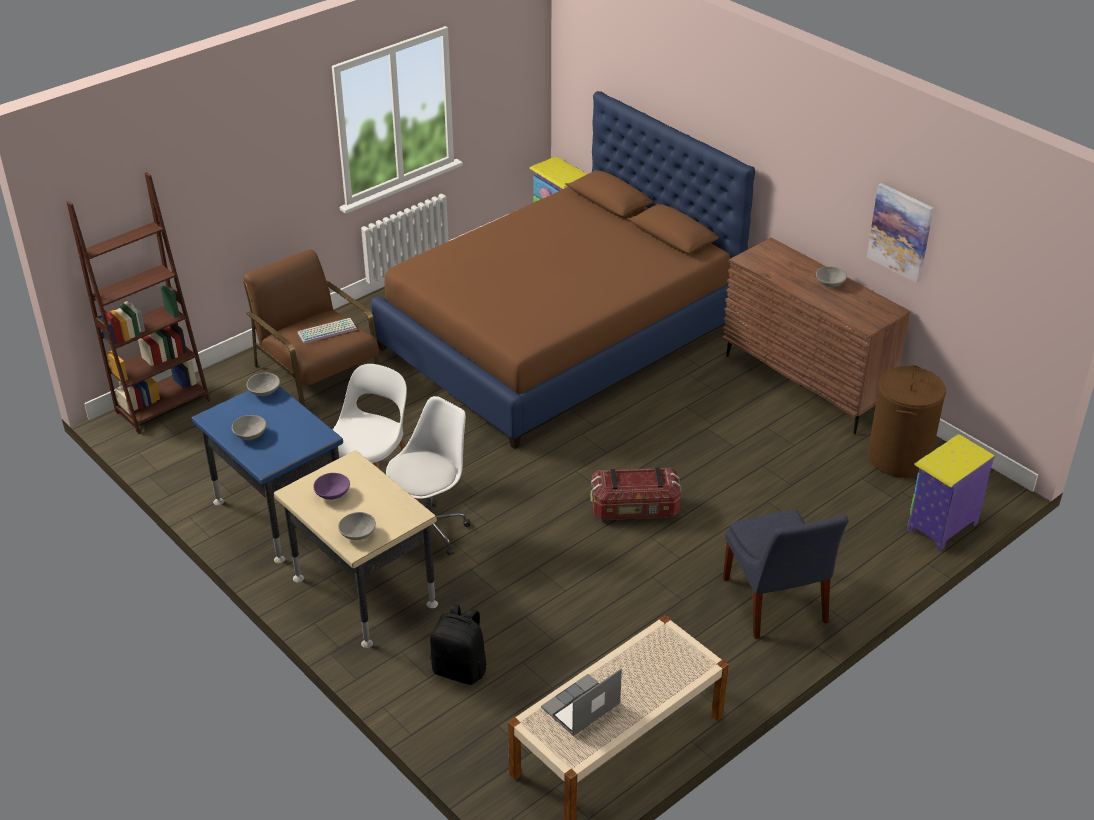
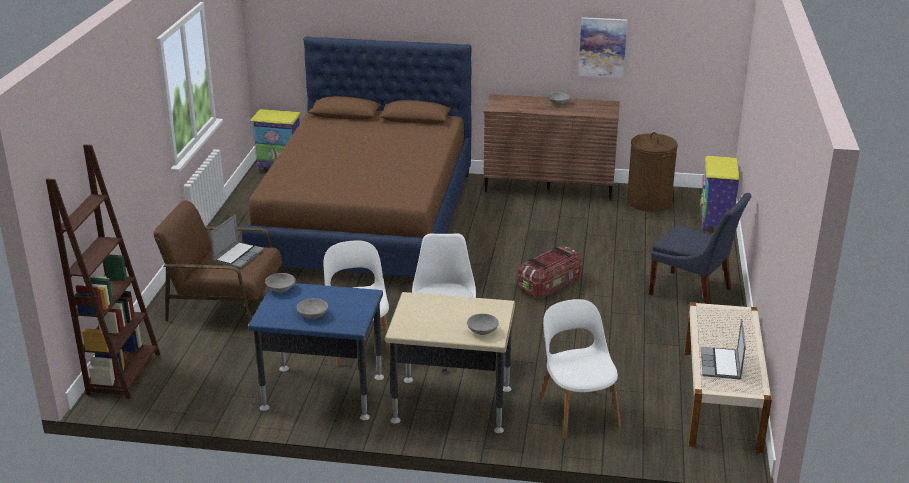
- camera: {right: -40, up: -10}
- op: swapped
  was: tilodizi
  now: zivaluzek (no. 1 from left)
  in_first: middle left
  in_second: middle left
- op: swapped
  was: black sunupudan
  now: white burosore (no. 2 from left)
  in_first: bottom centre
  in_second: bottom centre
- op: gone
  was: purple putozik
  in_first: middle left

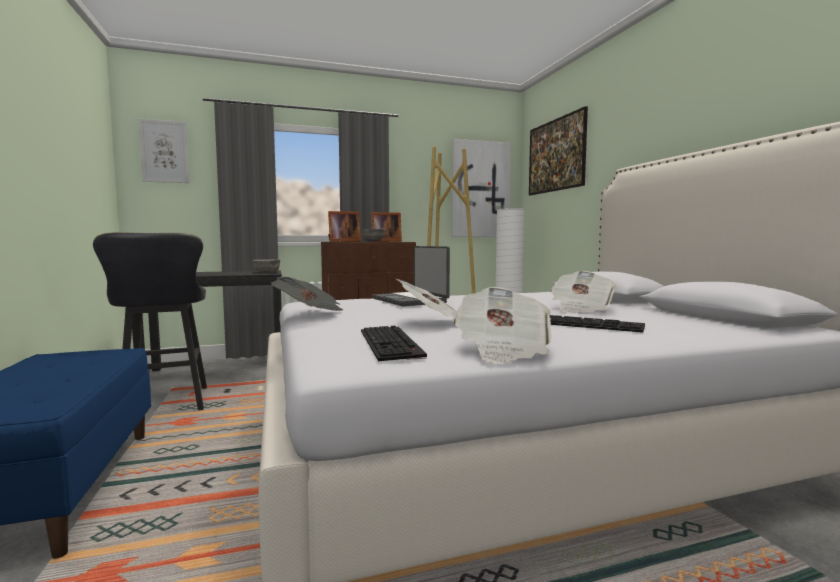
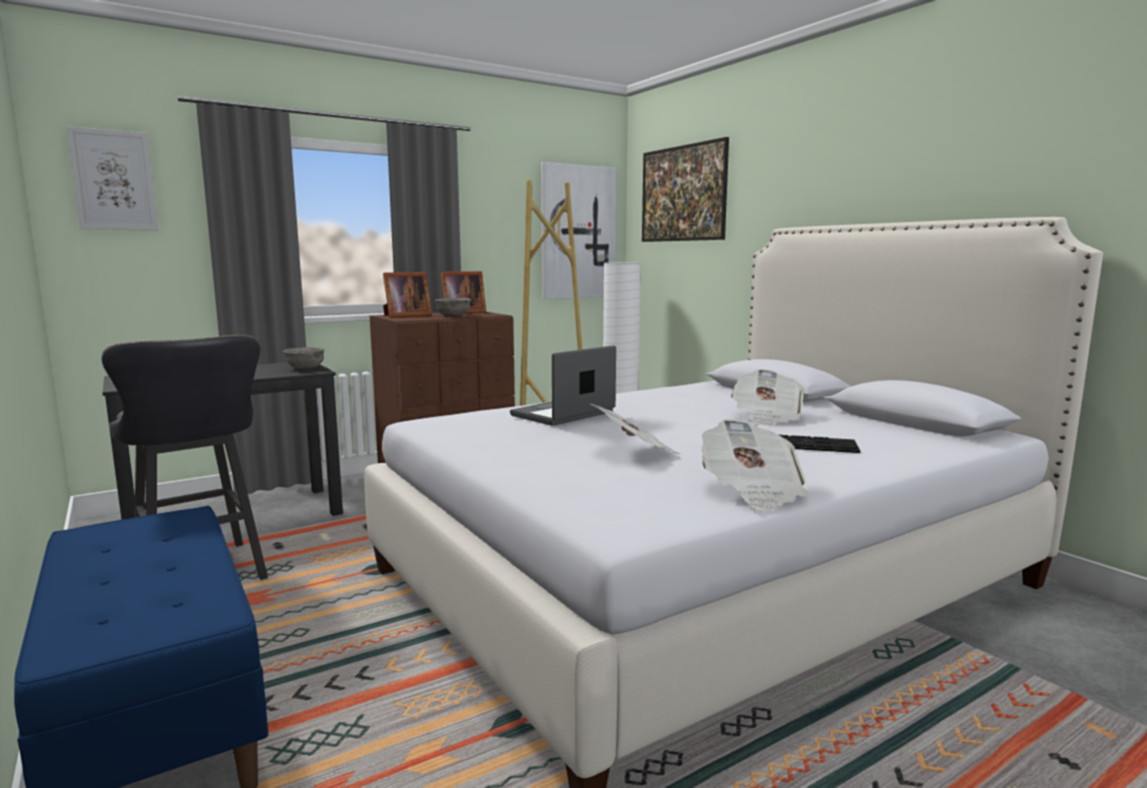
- camera: {right: -15, up: 5}
- op: rotated
  was: zivaluzek
  in_first: centre
  in_second: centre
  clockwise: 90
- op: gone
  was: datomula (no. 1 from left)
  in_first: centre
- op: gone
  was: tilodizi (no. 1 from left)
  in_first: centre

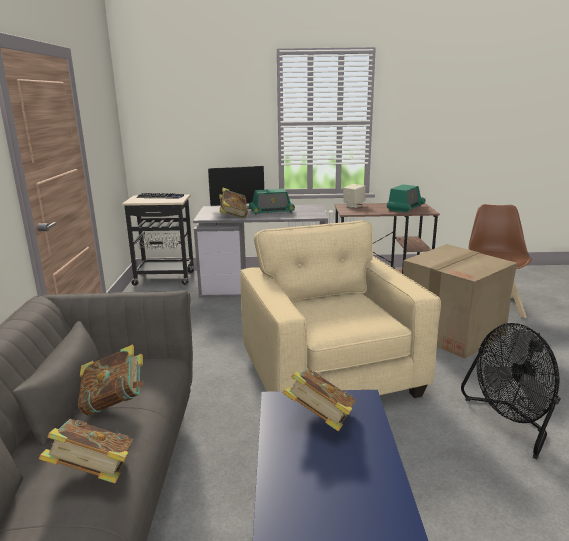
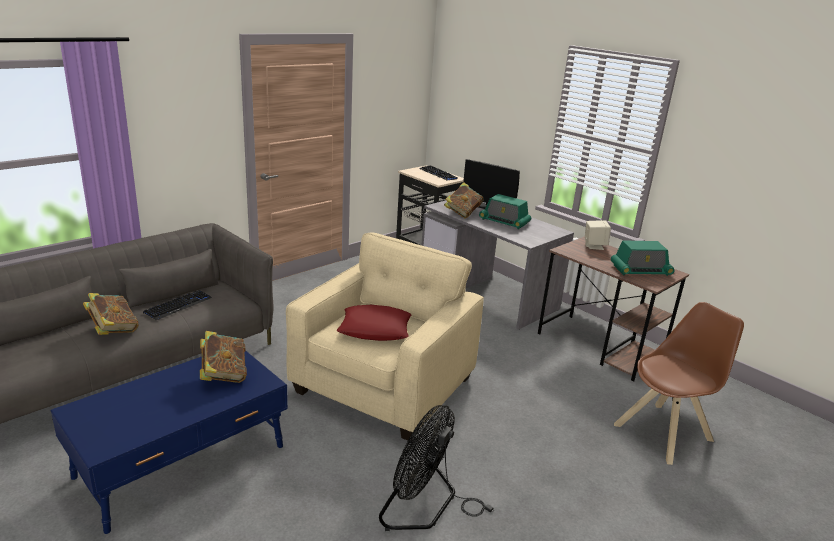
- camera: {right: 45, up: 5}
- op: swapped
  was: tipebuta (no. 2 from left)
  now: tilodizi (no. 1 from left)
  in_first: bottom left
  in_second: middle left
- op: new
  now: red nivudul
  in_second: centre
- op: gone
  was: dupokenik
  in_first: middle right

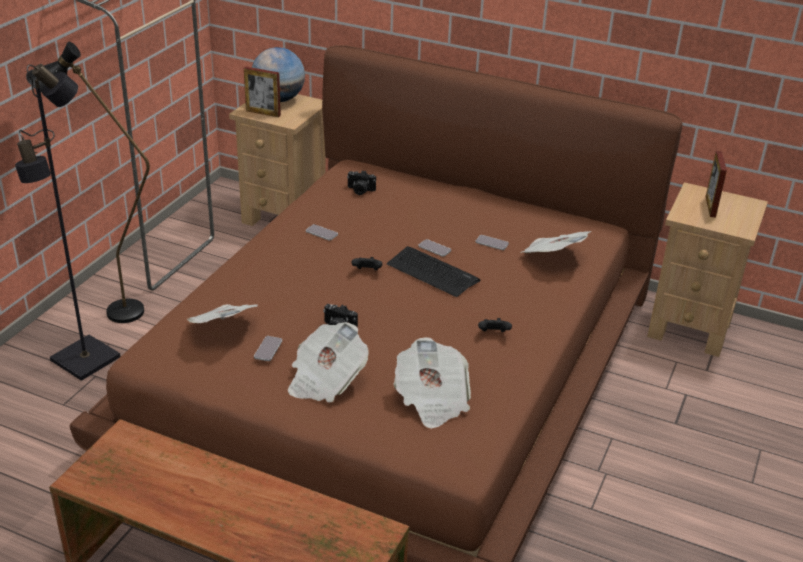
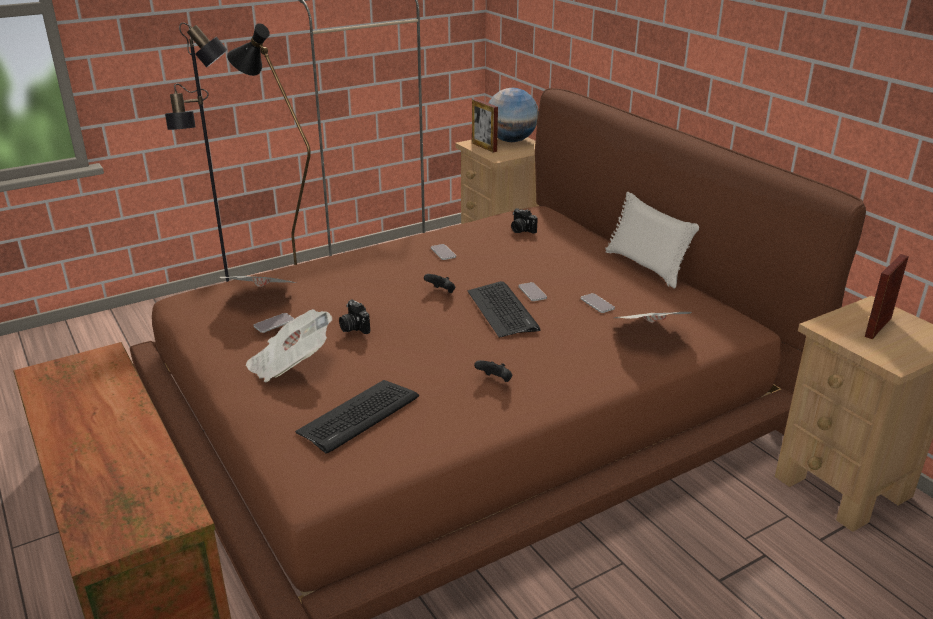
- camera: {right: 35, up: -5}
- op: swapped
  was: datomula (no. 3 from left)
  now: tilodizi (no. 1 from left)
  in_first: bottom centre
  in_second: bottom centre
- op: new
  now: white nivudul
  in_second: middle right

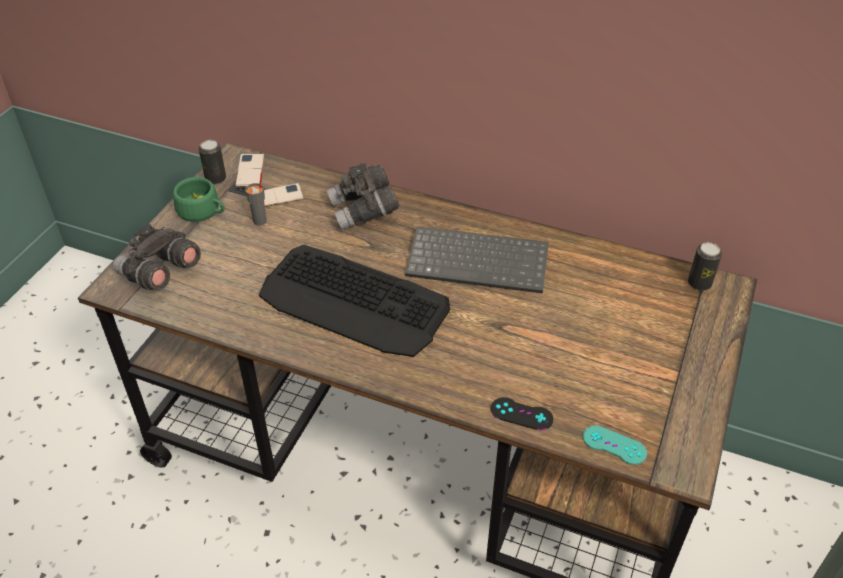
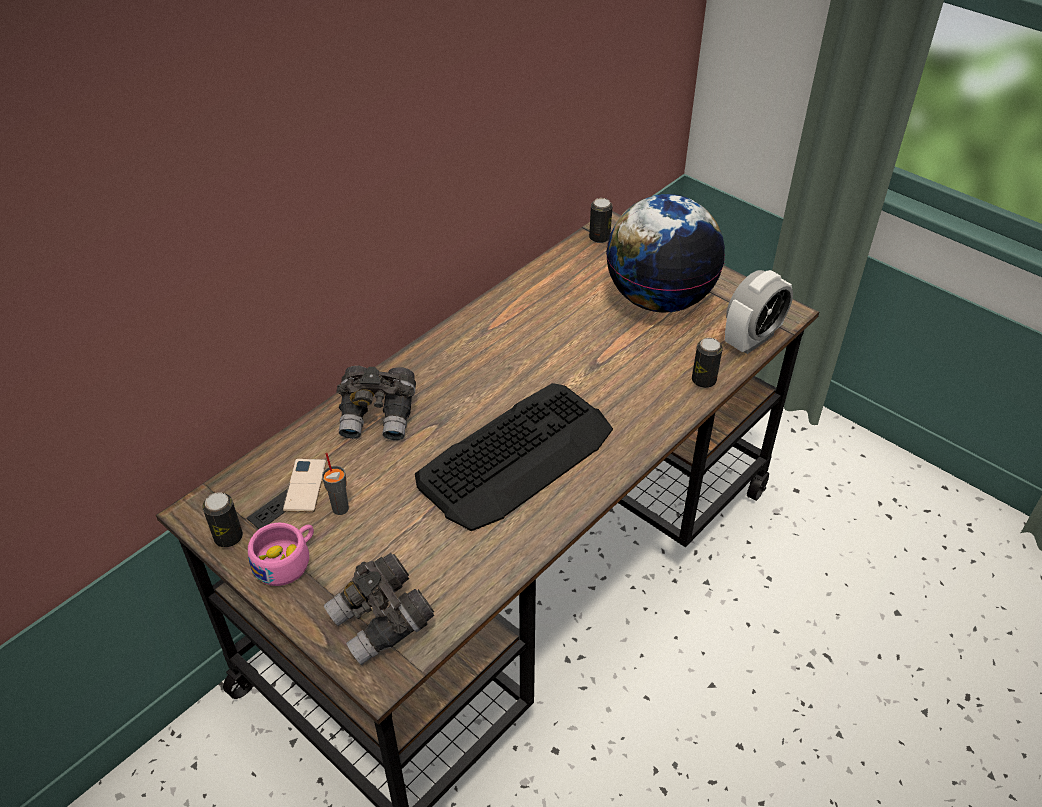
- camera: {right: -70, up: 0}
- op: repainted
  was: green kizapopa
  now: pink kizapopa
  in_first: middle left
  in_second: bottom left
- op: new
  now: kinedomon
  in_second: top centre
- op: swapped
  was: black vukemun
  now: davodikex (no. 3 from left)
  in_first: bottom centre
  in_second: middle right
- op: swapped
  was: turquoise vukemun
  now: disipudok
  in_first: bottom right
  in_second: middle right
- op: gone
  was: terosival (no. 1 from left)
  in_first: top left
- op: gone
  was: tilodizi (no. 2 from left)
  in_first: centre

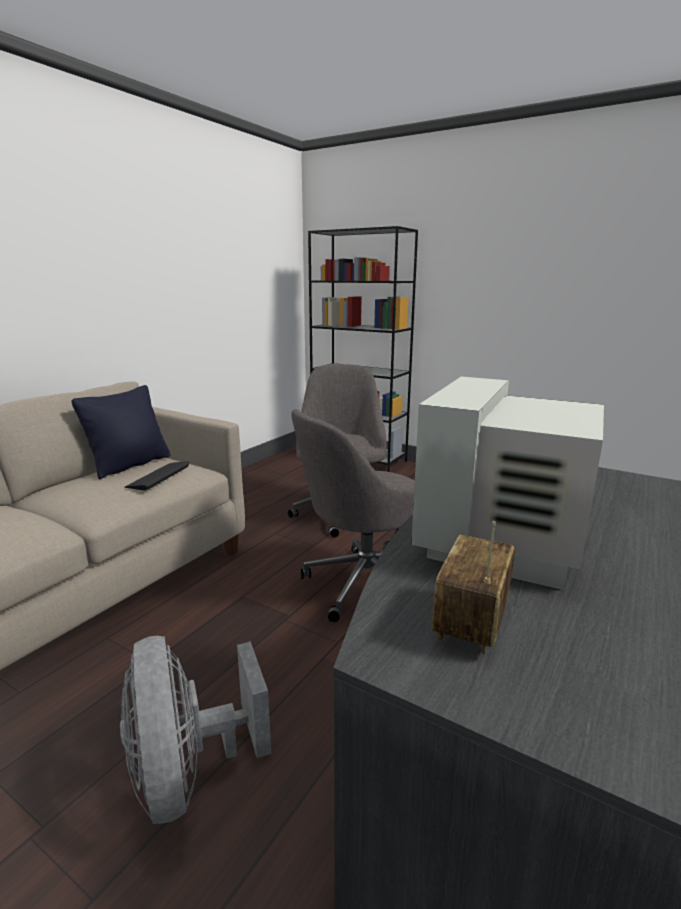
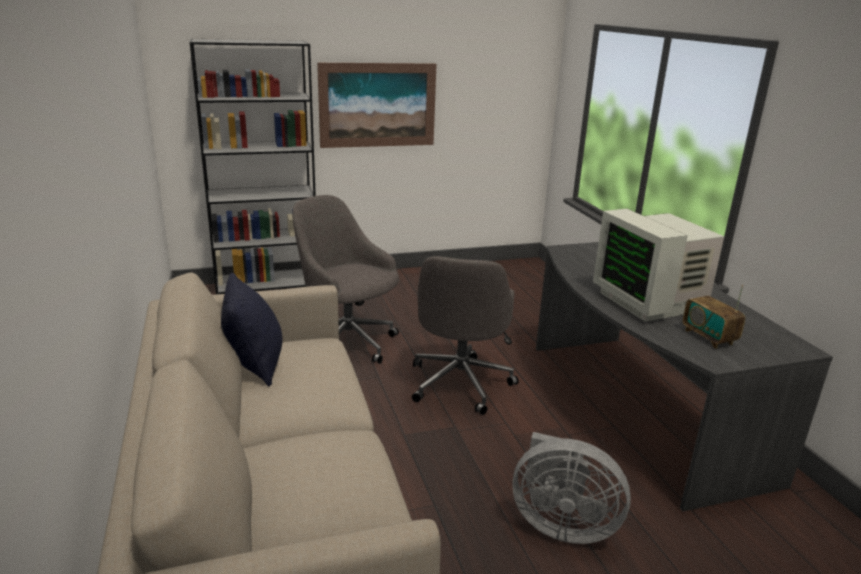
- camera: {right: -50, up: 5}
- op: new
  now: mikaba
  in_second: top centre
- op: gone
  was: tilodizi
  in_first: middle left

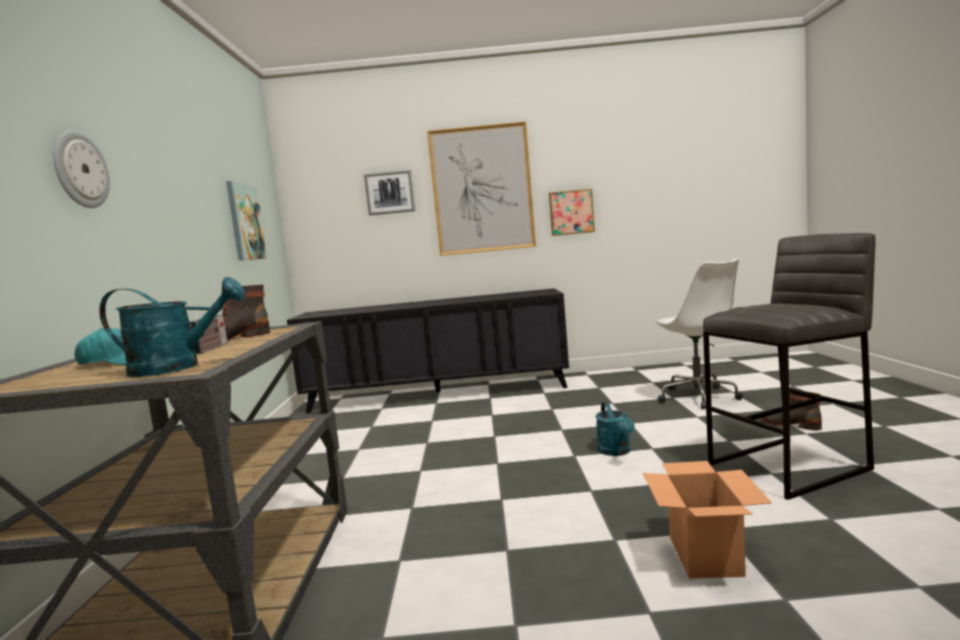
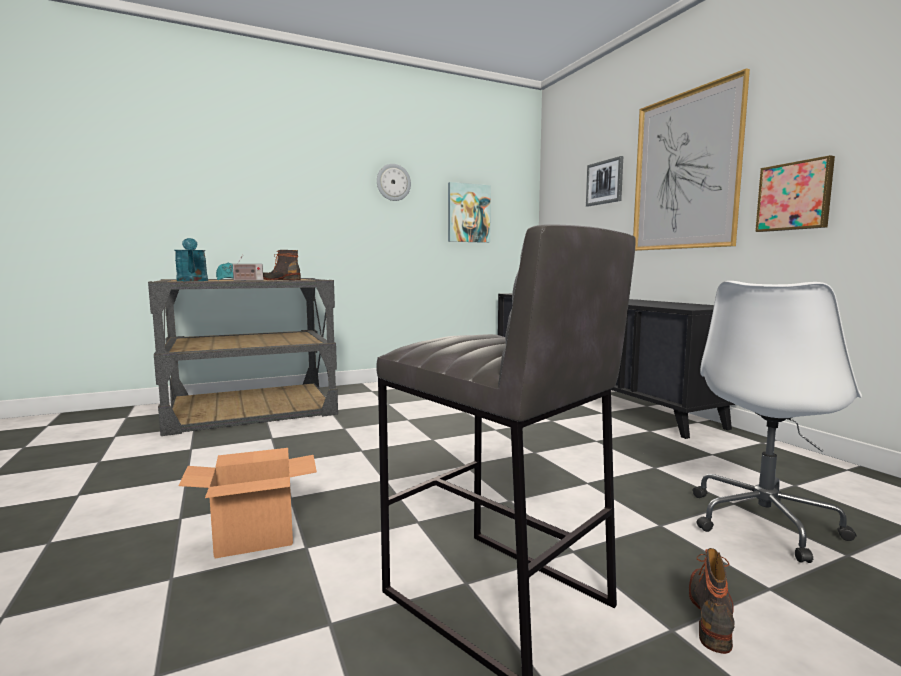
- camera: {right: 65, up: 0}
- op: shifted
  was: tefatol
  in_first: top left
  in_second: top centre
- op: gone
  was: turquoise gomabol (no. 2 from left)
  in_first: bottom centre

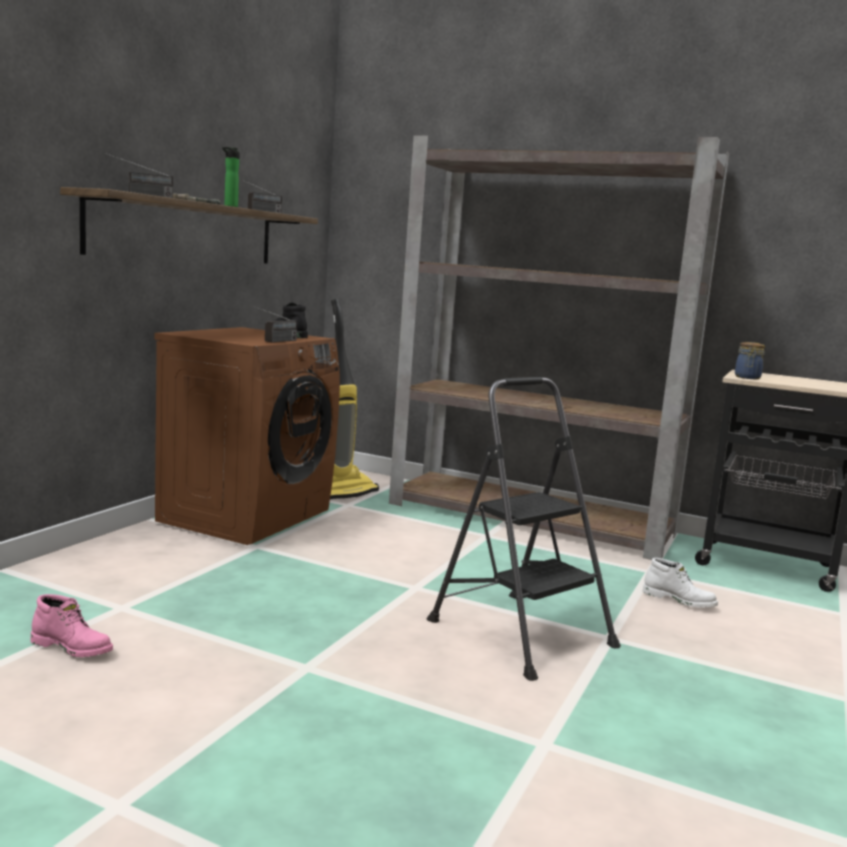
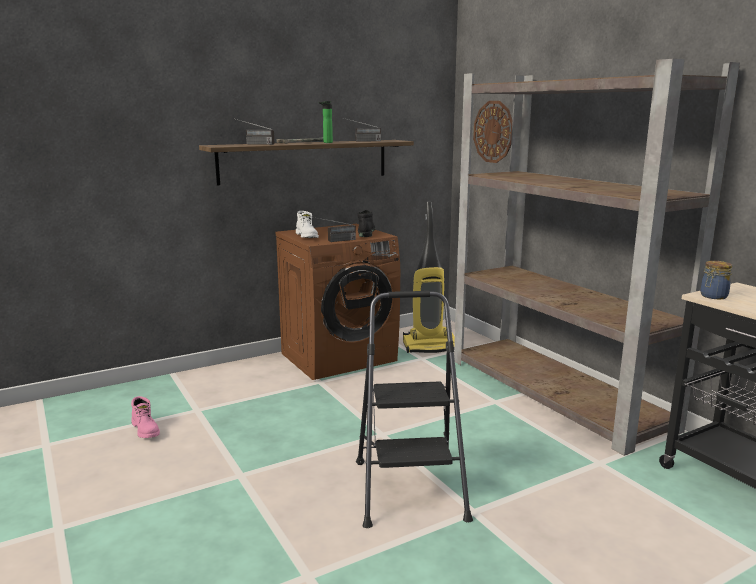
- camera: {right: 35, up: 5}
- op: shifted
  was: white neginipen
  in_first: bottom right
  in_second: centre
- op: new
  now: tefatol
  in_second: top centre

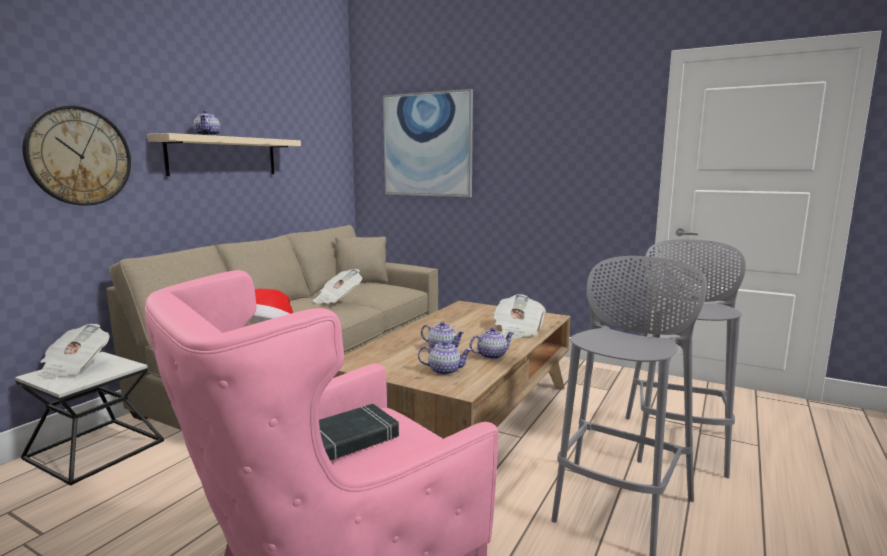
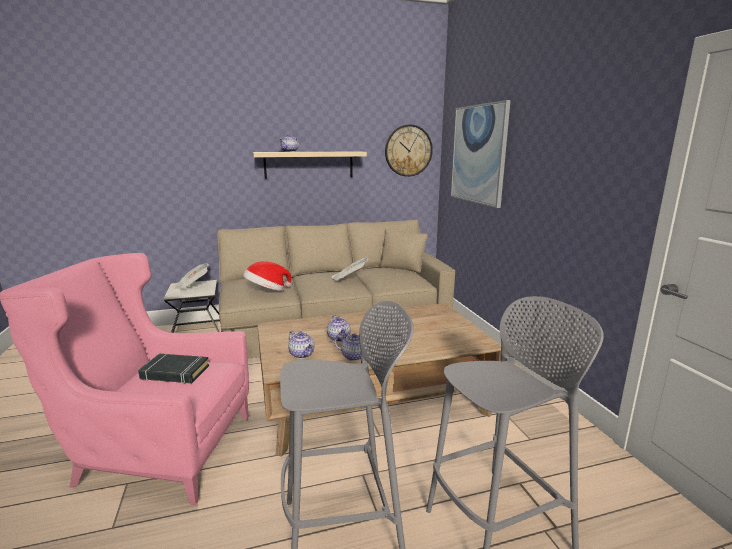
- camera: {right: 45, up: 5}
- op: shifted
  was: tefatol
  in_first: top left
  in_second: top centre
- op: gone
  was: datomula (no. 3 from left)
  in_first: centre

